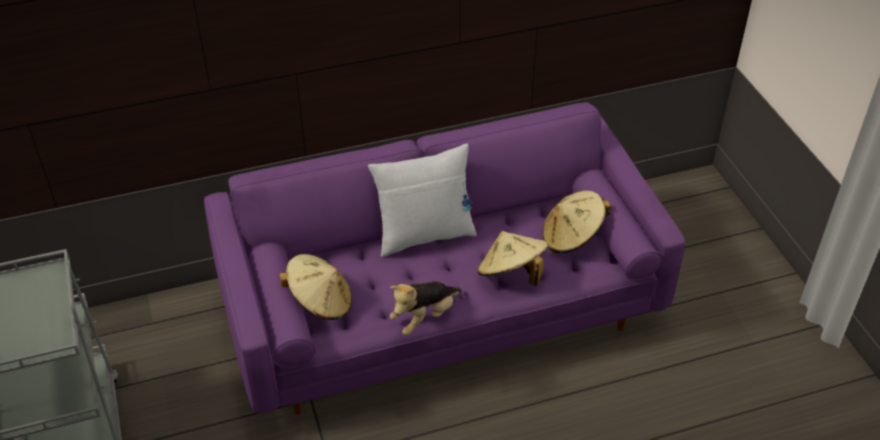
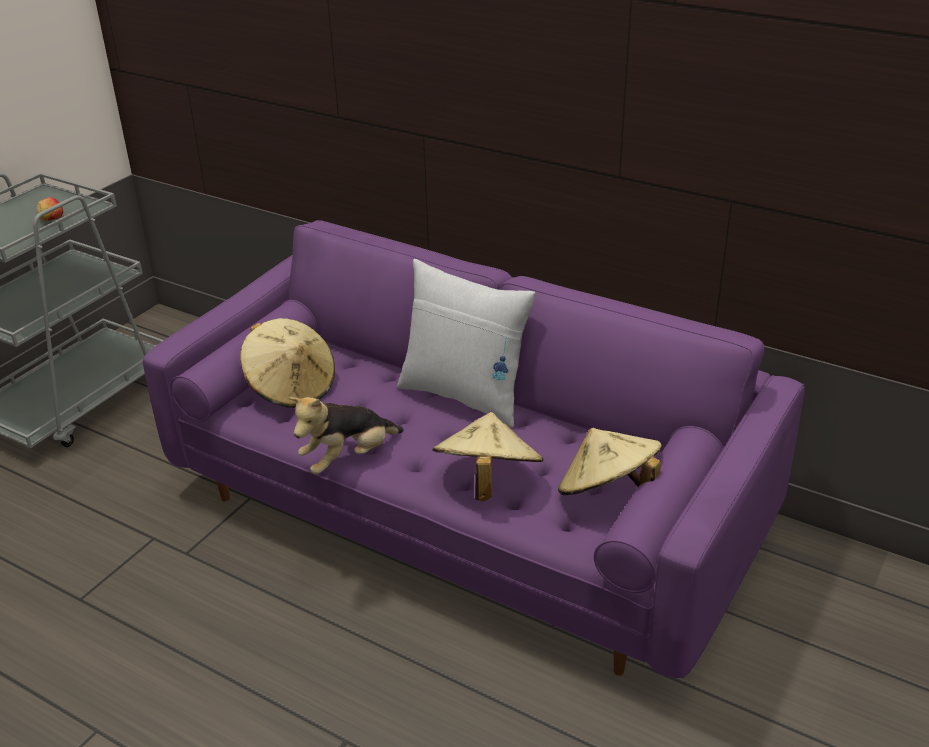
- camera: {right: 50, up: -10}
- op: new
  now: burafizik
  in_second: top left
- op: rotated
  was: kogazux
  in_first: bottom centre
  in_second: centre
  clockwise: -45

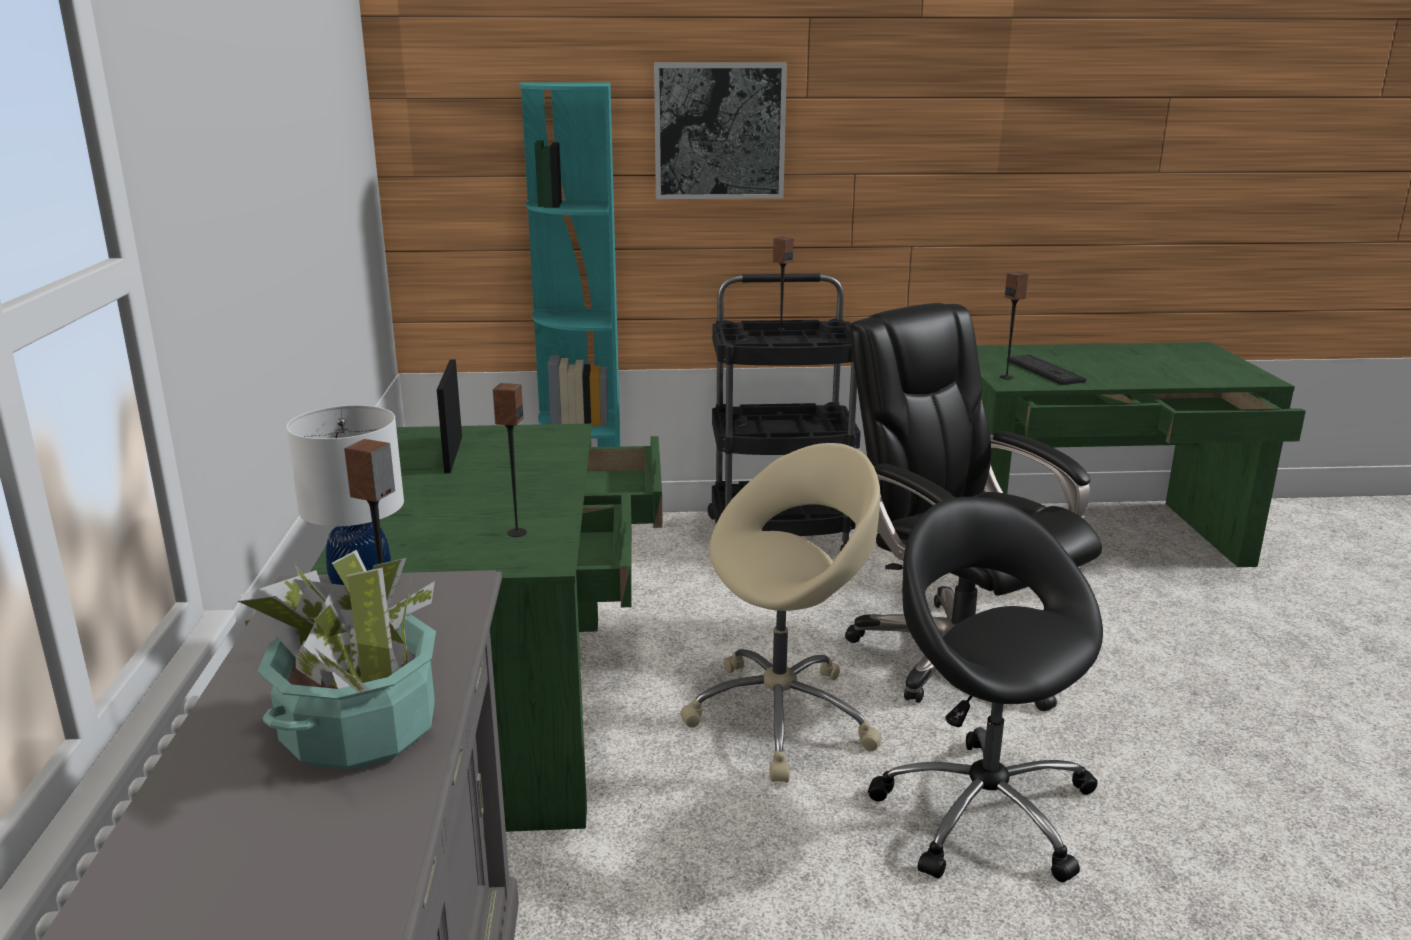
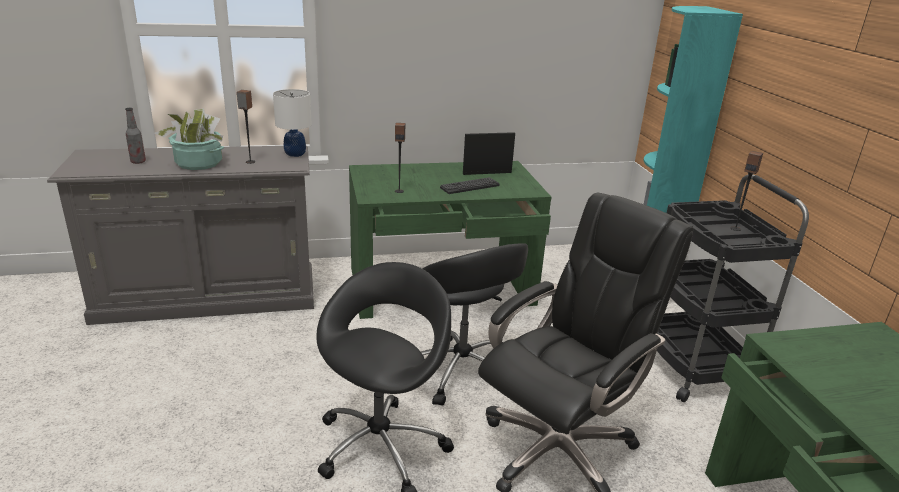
- camera: {right: 80, up: 5}
- op: new
  now: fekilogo
  in_second: top left
- op: repainted
  was: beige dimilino
  now: black dimilino (no. 2 from left)
  in_first: centre
  in_second: centre
- op: shifted
  was: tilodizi
  in_first: middle right
  in_second: centre
- op: gone
  was: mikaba
  in_first: top centre
- op: gone
  was: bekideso (no. 4 from left)
  in_first: middle right

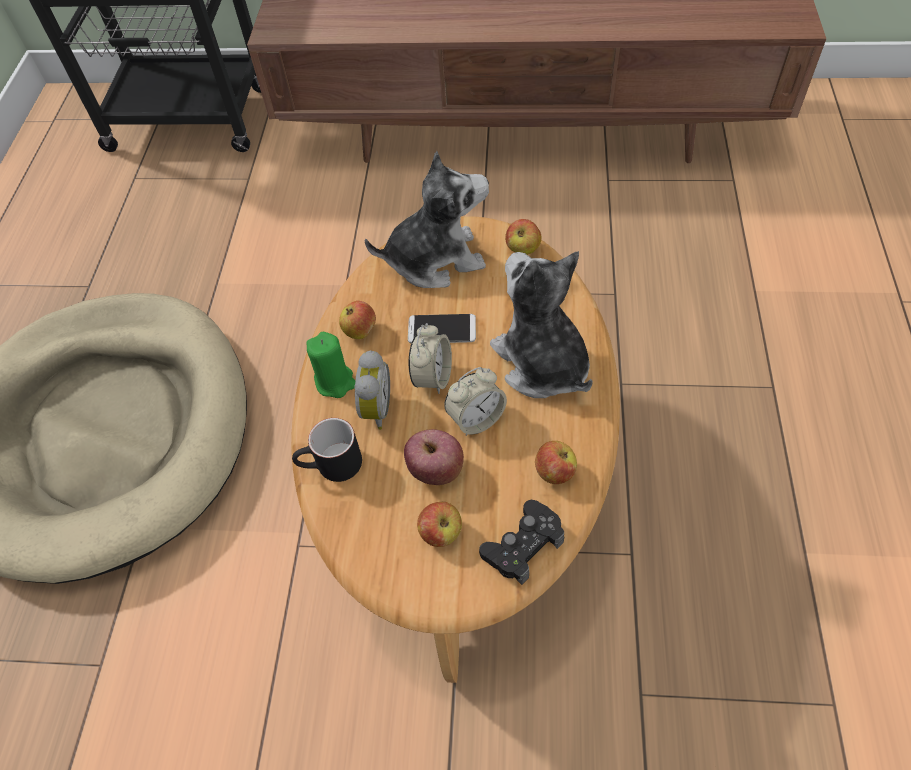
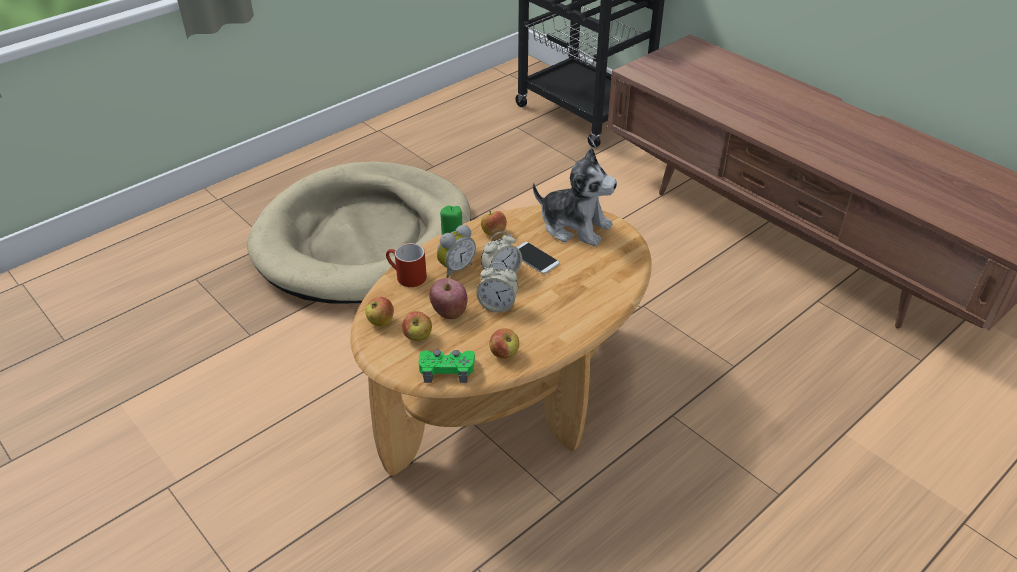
- camera: {right: 40, up: -15}
- op: shifted
  was: burafizik (no. 4 from left in the first image)
  now: burafizik (no. 1 from left)
  in_first: top centre
  in_second: centre
- op: repainted
  was: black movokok
  now: red movokok
  in_first: centre
  in_second: centre
- op: repainted
  was: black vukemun
  now: green vukemun
  in_first: bottom centre
  in_second: centre
- op: gone
  was: kogazux (no. 2 from left)
  in_first: centre

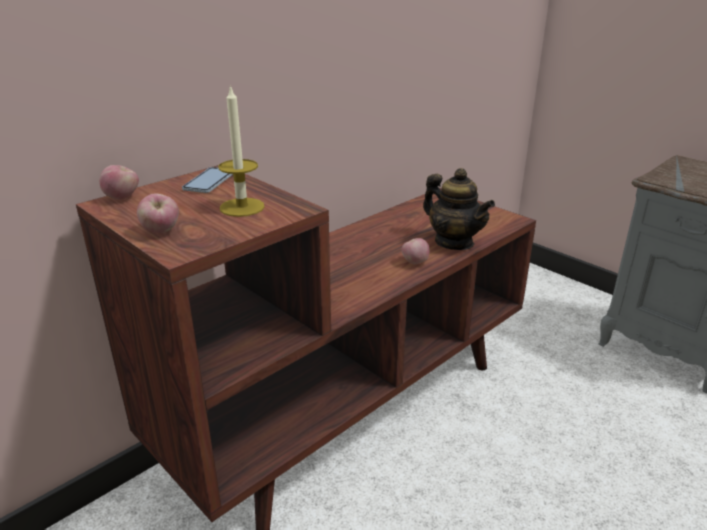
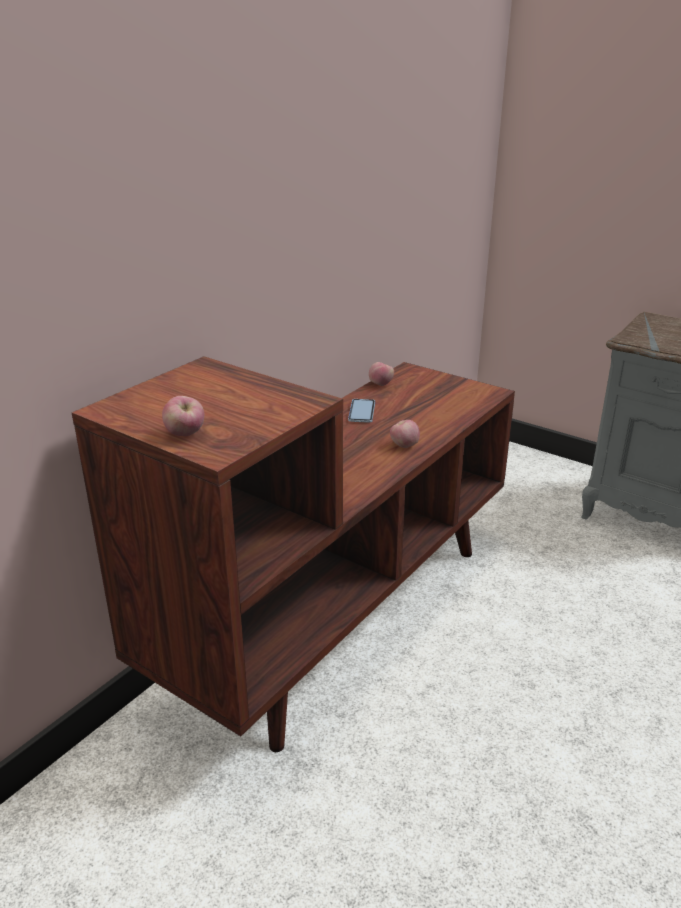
- camera: {right: -10, up: 0}
- op: shifted
  was: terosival
  in_first: middle left
  in_second: centre
- op: shifted
  was: burafizik (no. 1 from left in the first image)
  now: burafizik (no. 2 from left)
  in_first: middle left
  in_second: centre
- op: gone
  was: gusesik
  in_first: top centre
- op: gone
  was: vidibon
  in_first: centre

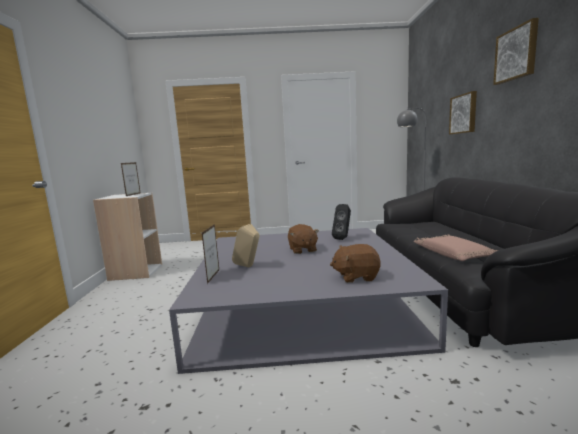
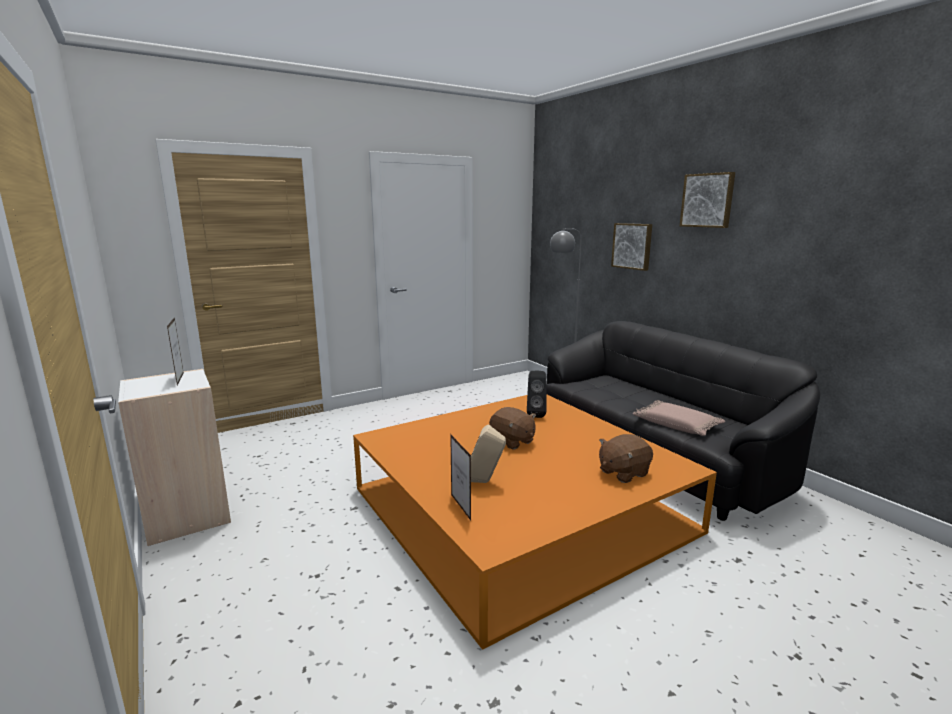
- camera: {right: -30, up: 5}
- op: repainted
  was: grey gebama
  now: orange gebama
  in_first: bottom centre
  in_second: bottom centre

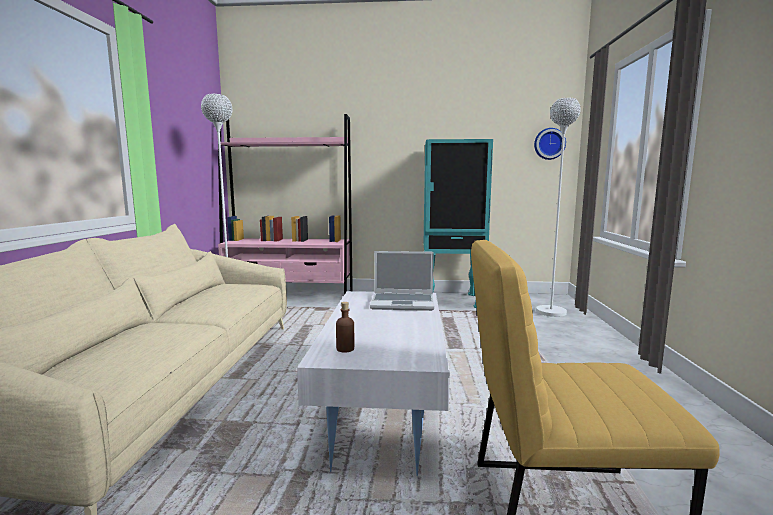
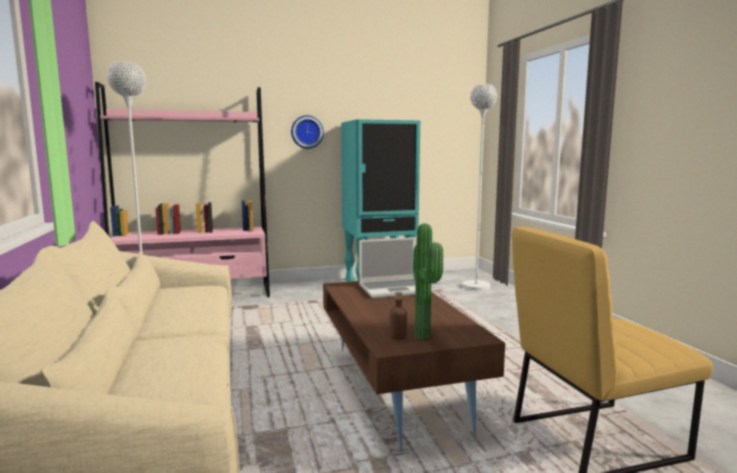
- camera: {right: -20, up: 0}
- op: shifted
  was: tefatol
  in_first: top right
  in_second: top centre
- op: repainted
  was: white gebama
  now: brown gebama
  in_first: bottom centre
  in_second: bottom centre
- op: new
  now: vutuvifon
  in_second: centre

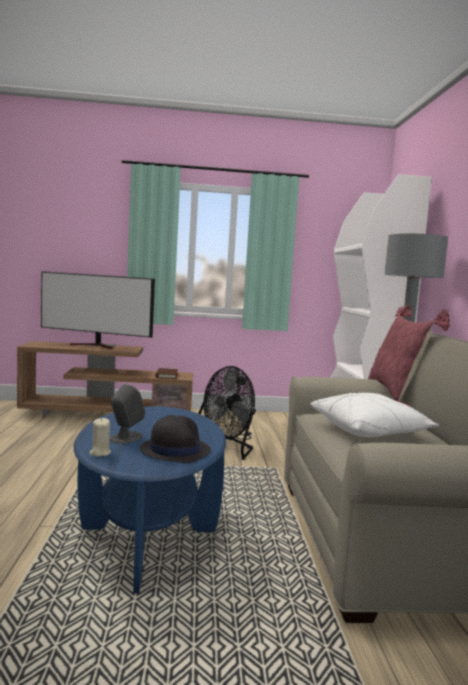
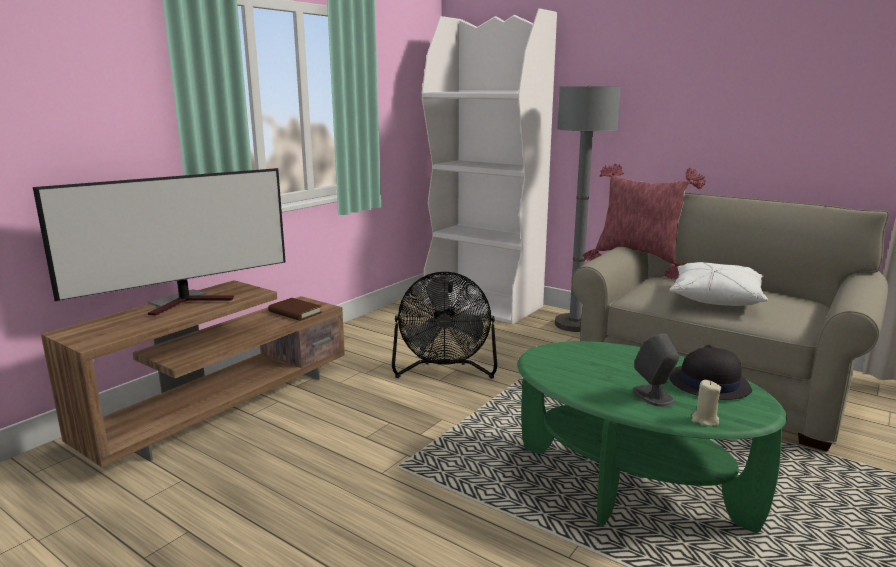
- camera: {right: -50, up: 10}
- op: repainted
  was: blue gebama
  now: green gebama
  in_first: bottom left
  in_second: bottom right

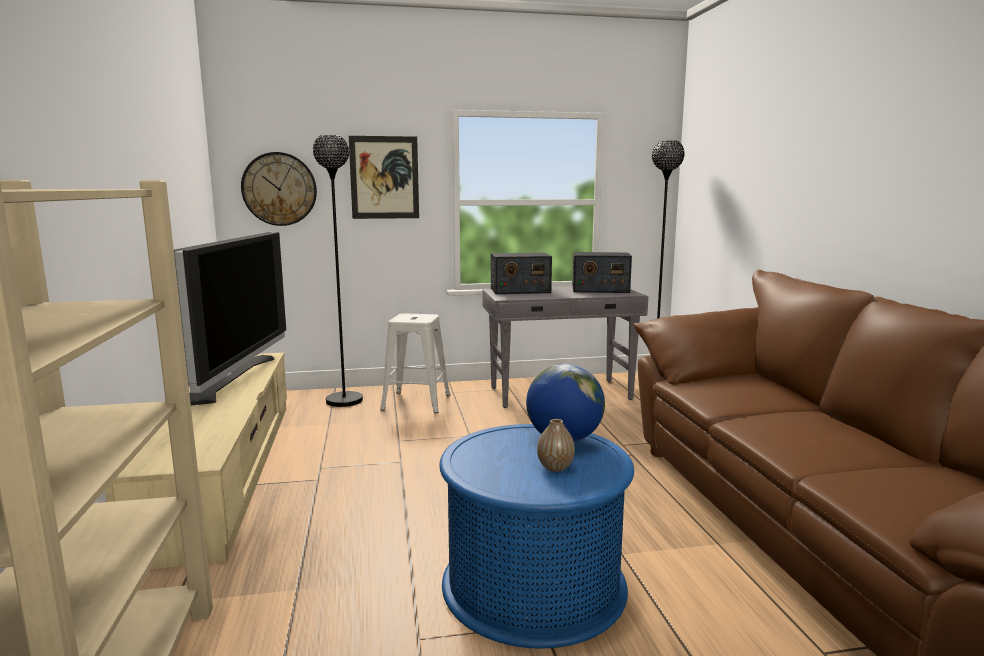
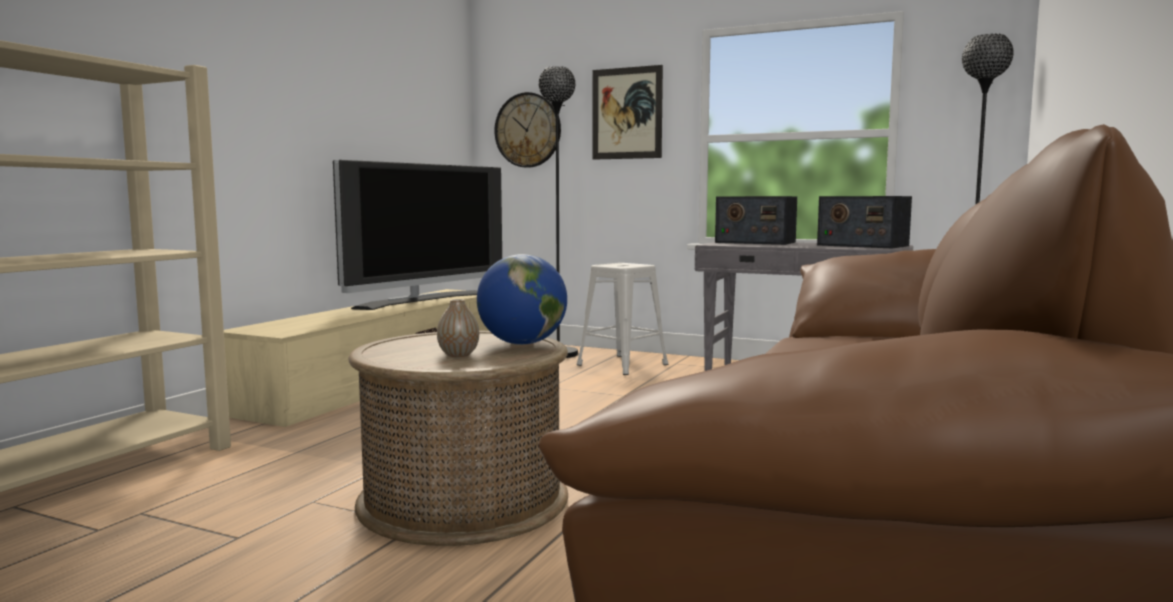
- camera: {right: 35, up: -5}
- op: repainted
  was: blue gebama
  now: brown gebama
  in_first: bottom centre
  in_second: bottom centre

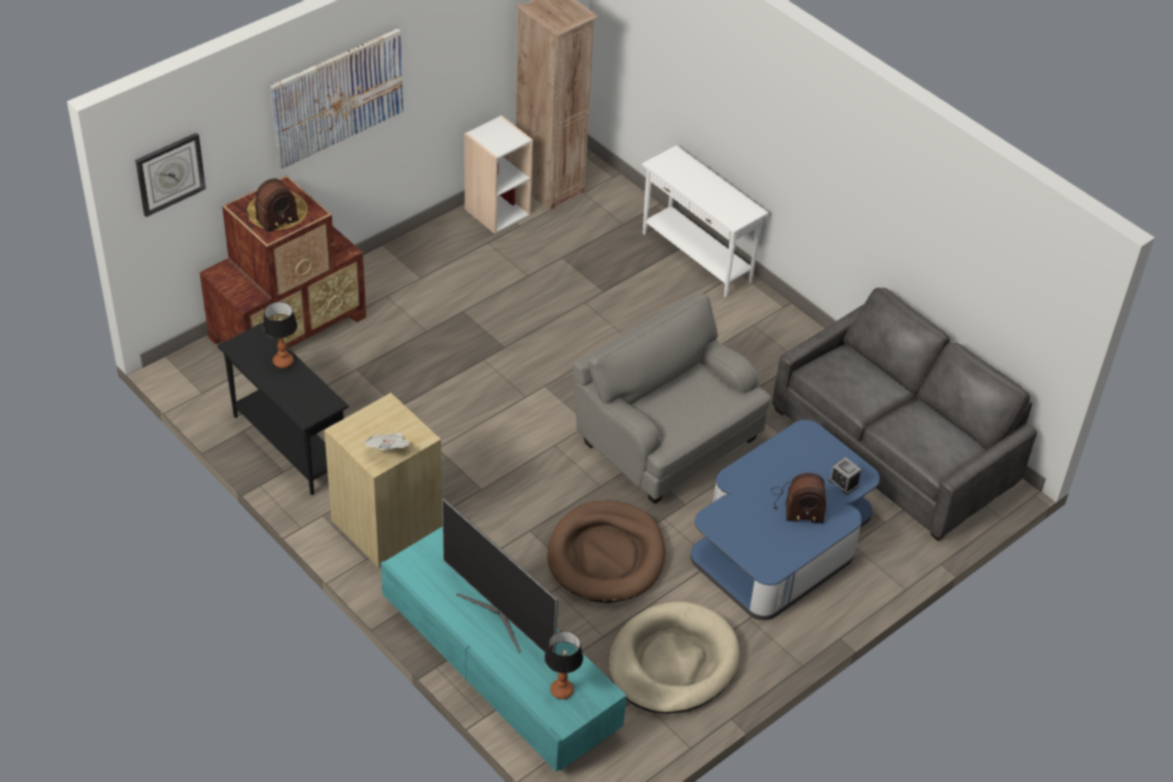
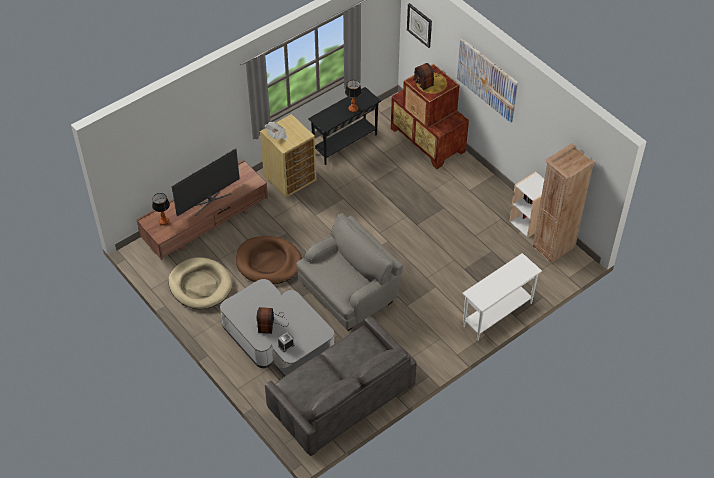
- camera: {right: 95, up: 5}
- op: repainted
  was: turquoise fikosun
  now: brown fikosun
  in_first: bottom centre
  in_second: middle left
- op: repainted
  was: blue gebama
  now: grey gebama
  in_first: middle right
  in_second: bottom centre

